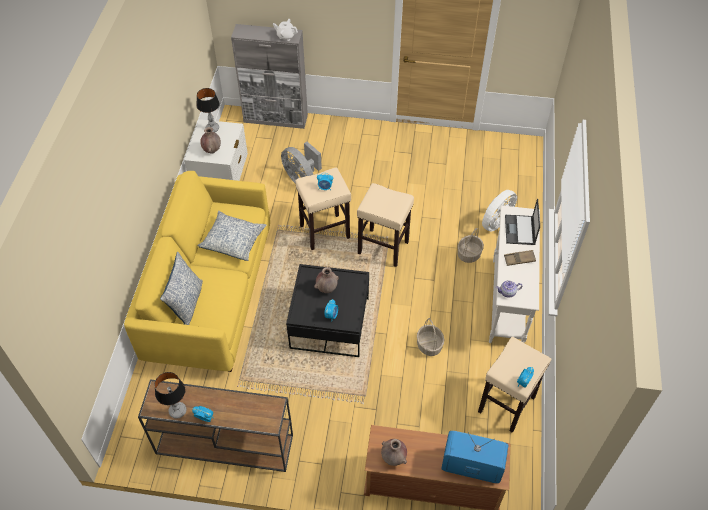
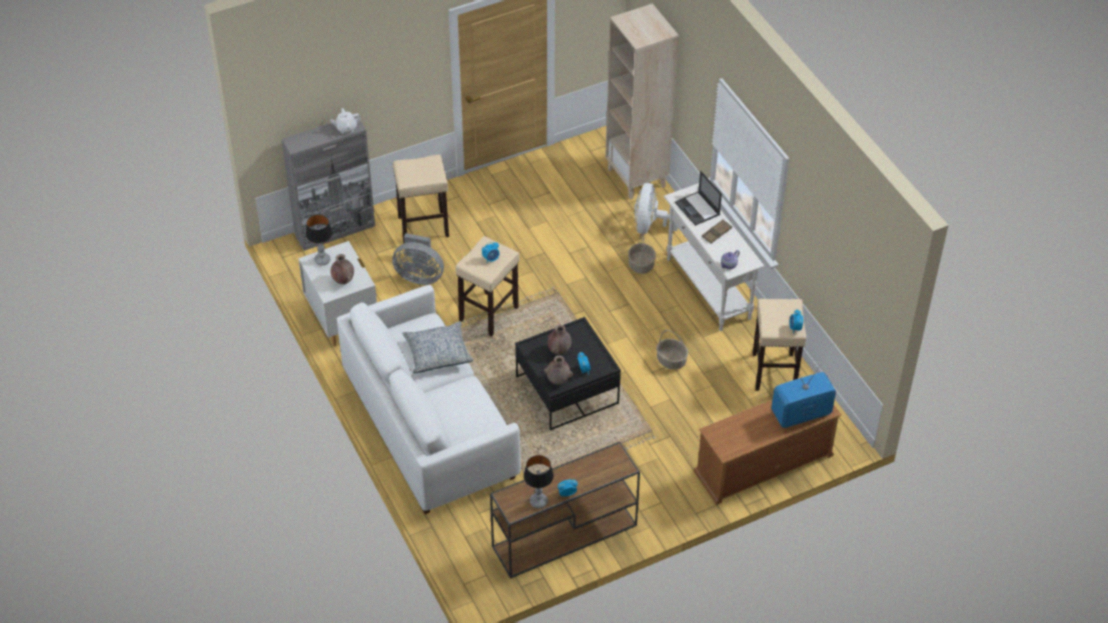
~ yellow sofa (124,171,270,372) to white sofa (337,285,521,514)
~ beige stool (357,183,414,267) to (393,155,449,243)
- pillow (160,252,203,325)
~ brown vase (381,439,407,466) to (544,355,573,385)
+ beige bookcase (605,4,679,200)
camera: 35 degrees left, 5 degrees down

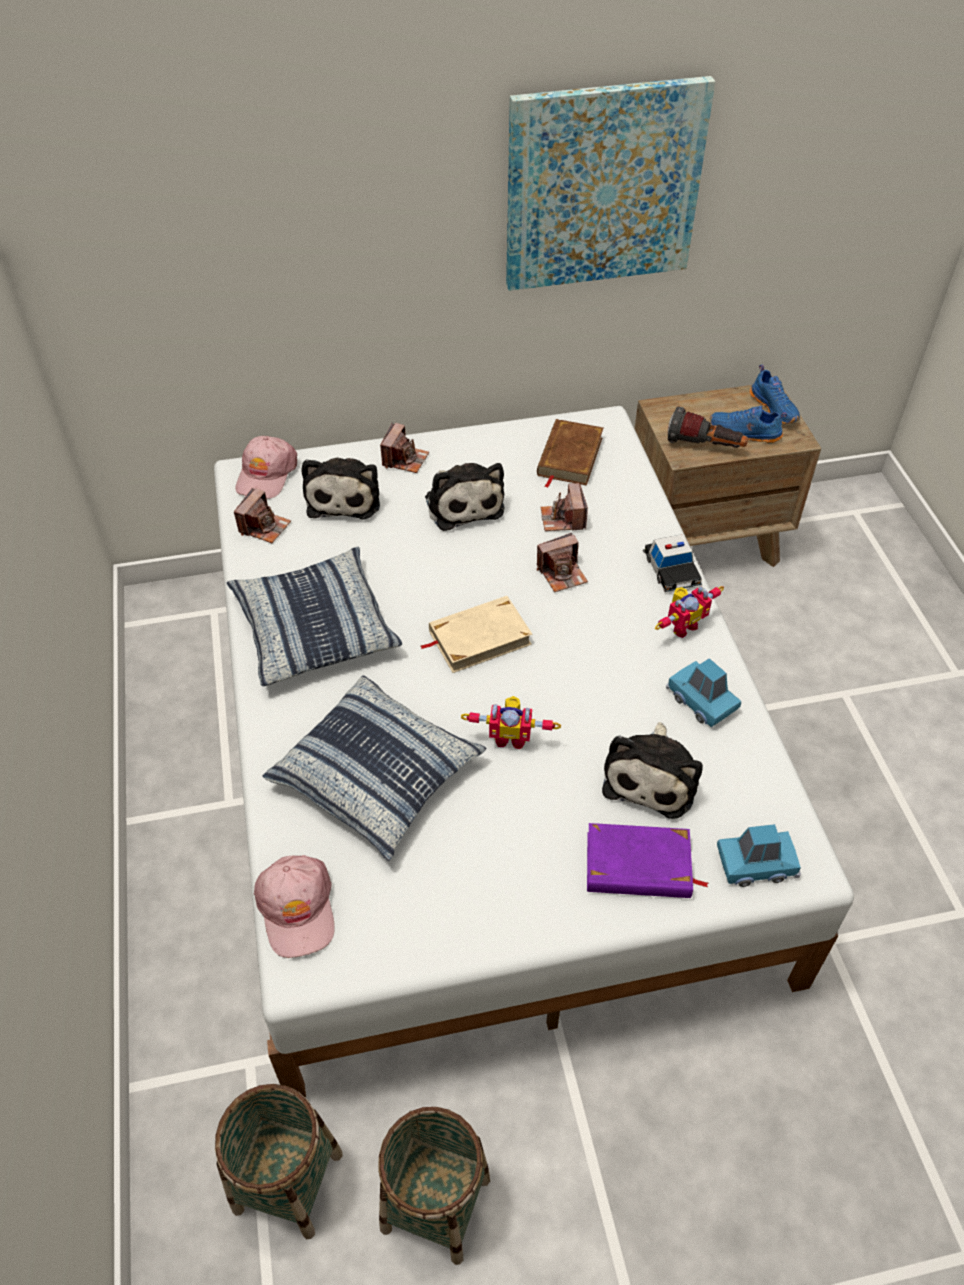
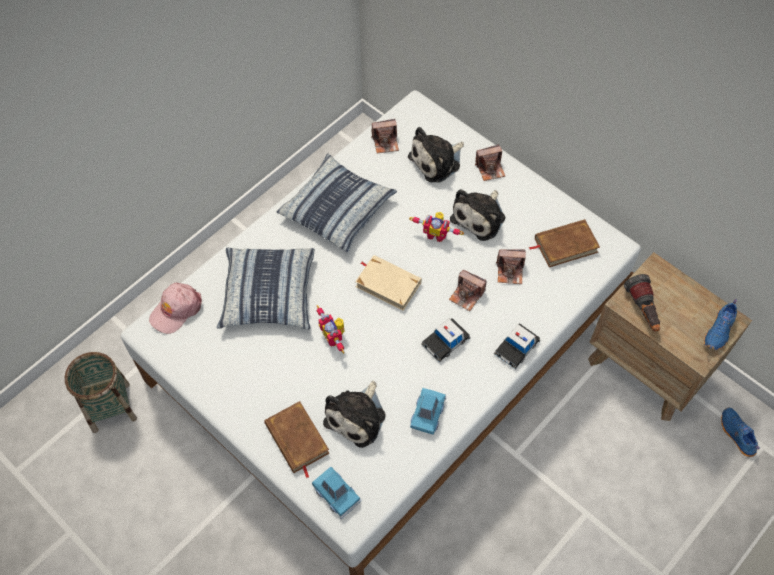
- picture (506,76,715,291)
~ blue shoe (710,406,787,443) to (721,407,760,457)
- pink cap (235,436,298,499)
~ photo camera (541,483,588,531) = (496,249,526,284) 135 degrees counterclockwise
~ toy robot (655,586,724,638) to (409,212,464,242)
~ plush toy (602,722,703,819) = (323,381,386,448) 45 degrees counterclockwise
~ purple book (587,823,708,898) to brown book (264,401,330,479)
- basket (378,1107,490,1265)
+ toy car (421,318,471,362)
camera: 55 degrees right, 10 degrees up

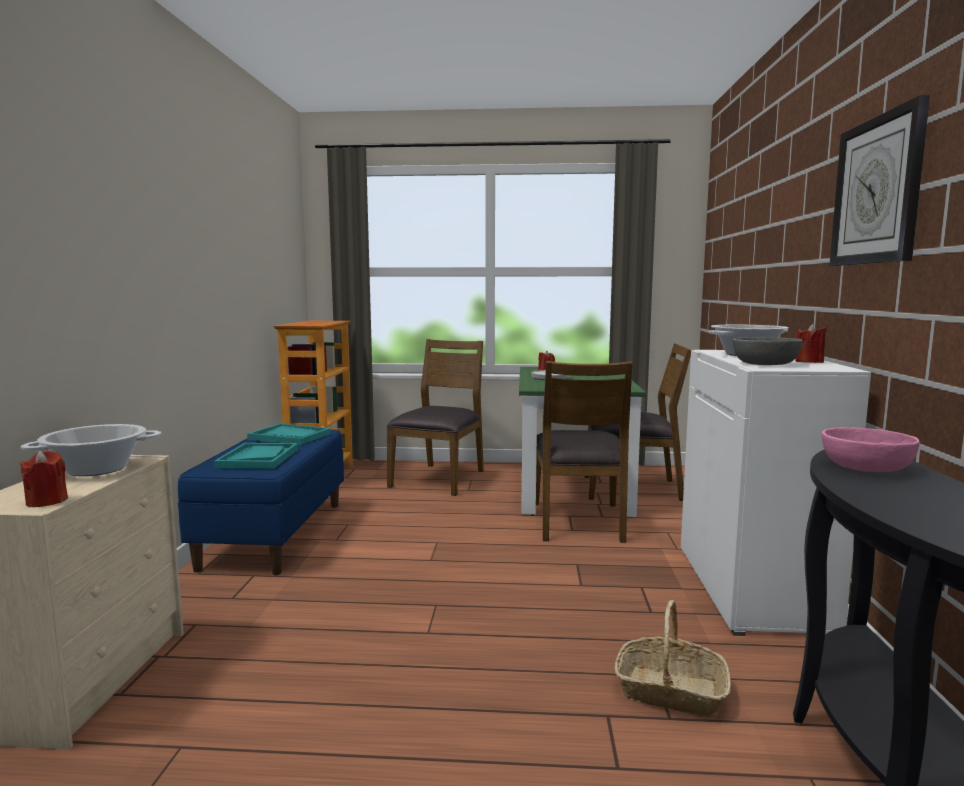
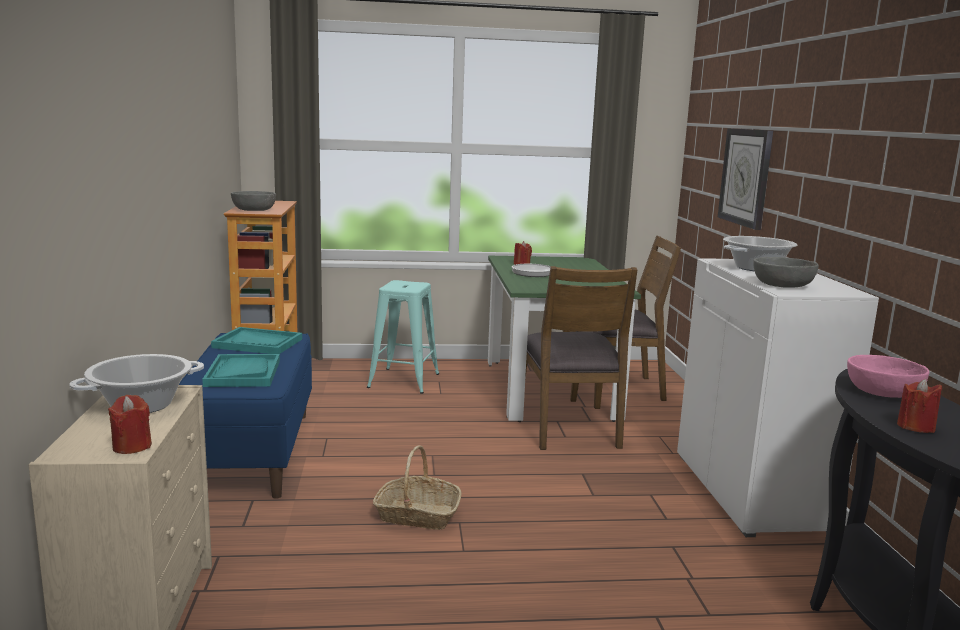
~ wall clock (829,95,930,266) to (718,128,773,230)
~ red candle (795,324,827,363) to (897,379,942,433)
~ brown chair (386,339,484,496) to turquoise stool (367,280,439,394)
~ basket (615,600,731,717) to (373,445,462,530)
+ grey bowl (231,191,276,211)
camera: 10 degrees left, 5 degrees up

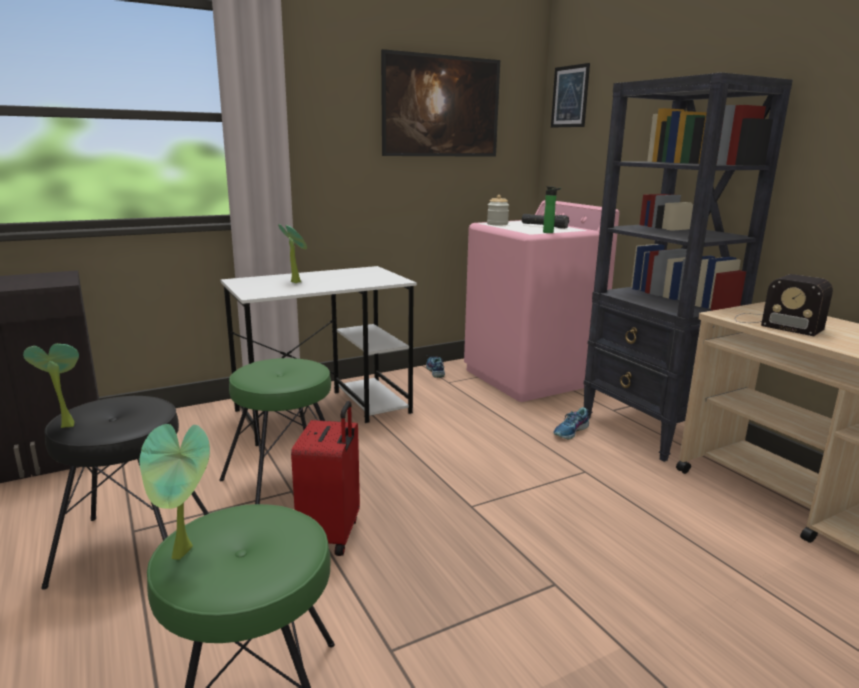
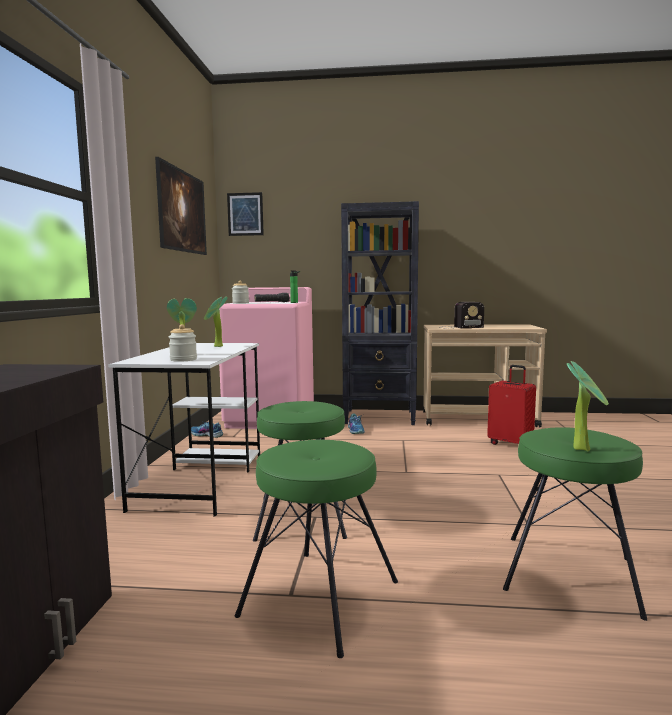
~ potted plant (23,344,79,428) to (204,296,228,347)
~ black stool (41,396,209,590) to green stool (235,440,398,658)
~ red suitcase (291,401,360,556) to (487,365,536,445)
+ jar (169,324,197,362)
camera: 55 degrees left, 10 degrees down

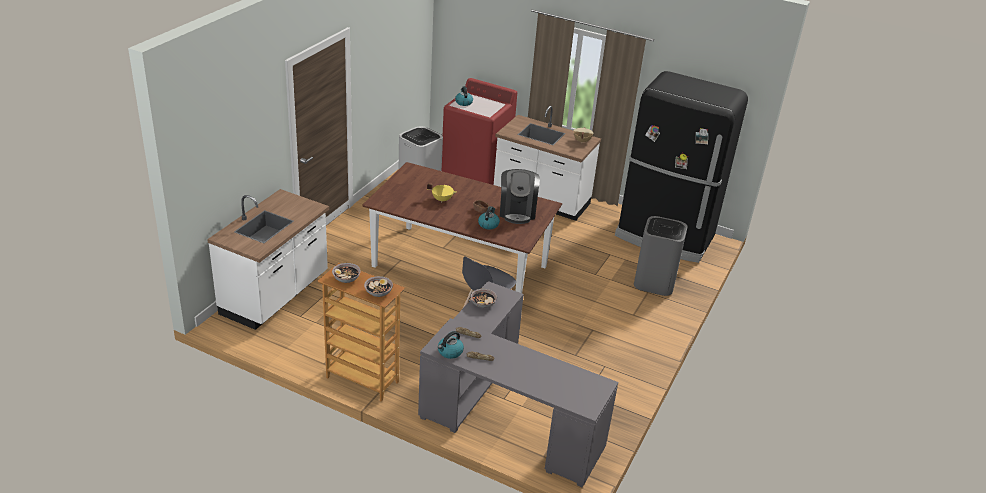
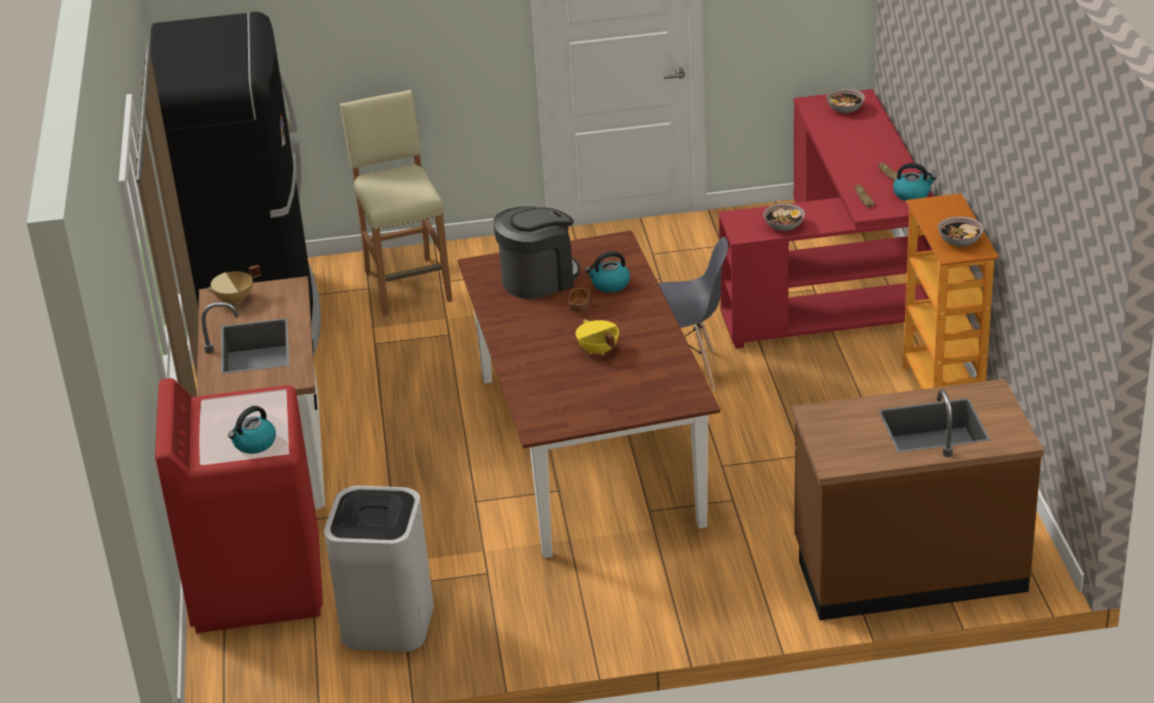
~ white counter (207,189,329,330) to brown counter (792,379,1044,620)
~ grey trash can (634,216,688,296) to beige stool (340,90,453,316)
~ bowl (364,276,393,297) to (826,89,865,113)
~ grey desk (418,281,618,487) to red desk (719,89,934,348)
camera: 120 degrees left, 0 degrees up

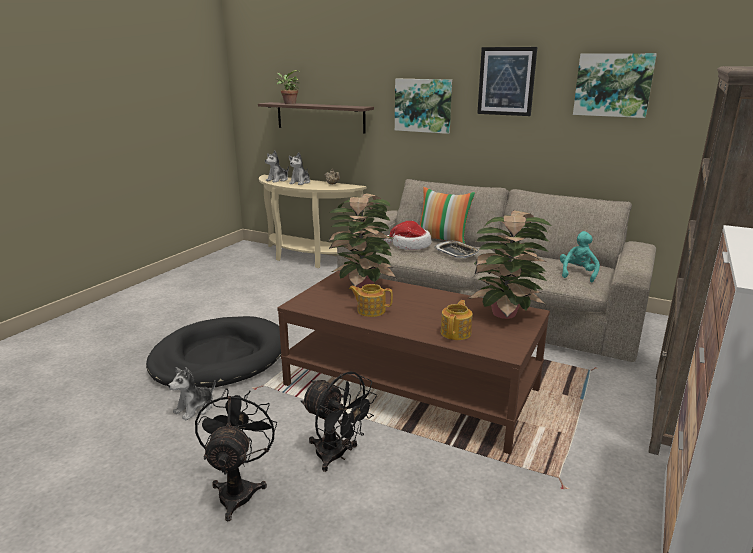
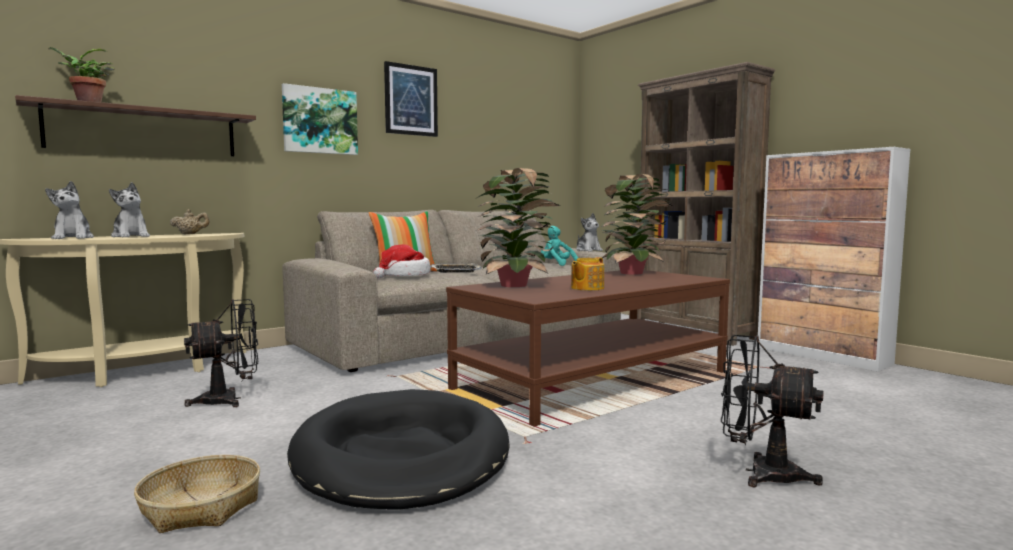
- picture (573,53,657,118)
- teapot (441,300,473,340)
~ plush toy (168,367,215,421) to (576,213,603,251)
~ black fan (301,371,377,472) to (184,299,258,407)
+ basket (134,455,260,533)
camera: 65 degrees left, 15 degrees down

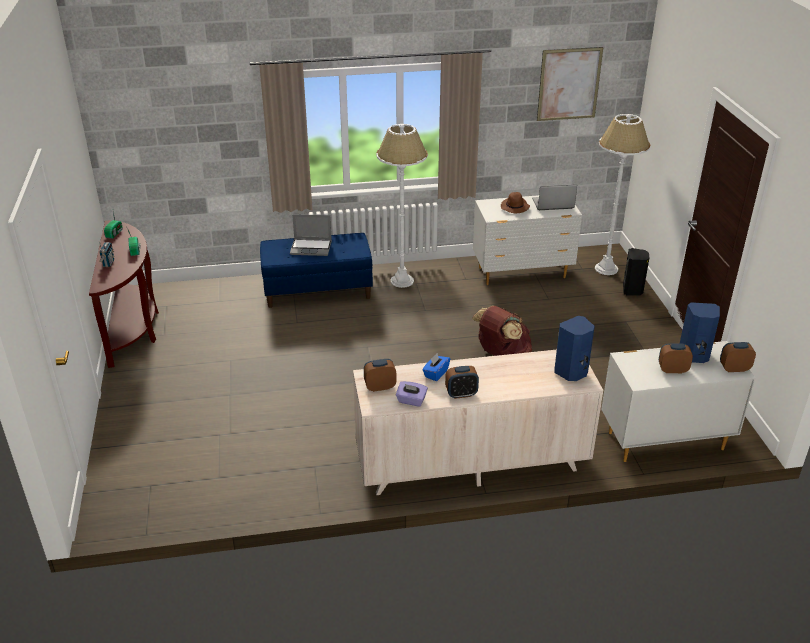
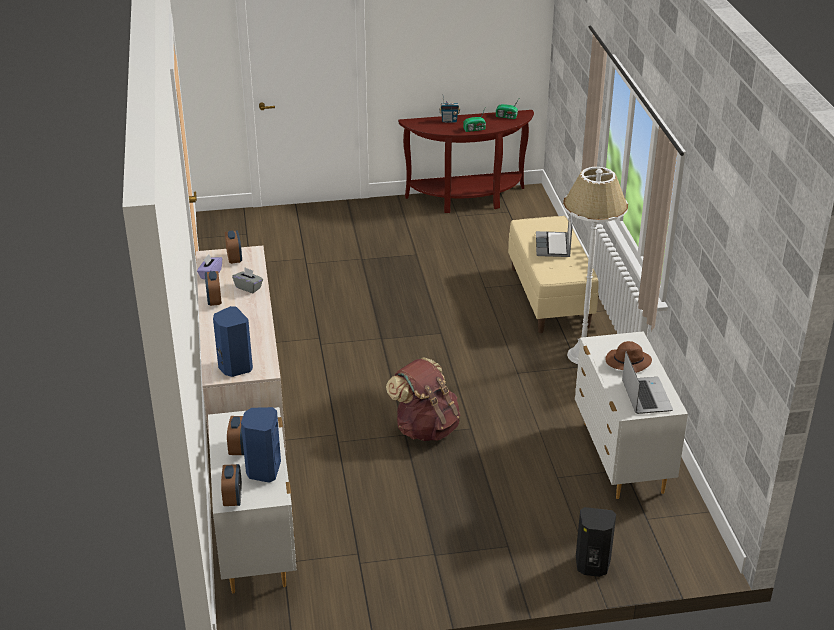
- picture (537,47,603,121)
- white floor lamp (595,114,650,275)
~ blue bench (260,233,373,308) to beige bench (508,216,599,333)
~ blue tissue box (422,353,450,381) to grey tissue box (232,268,263,293)
camera: 90 degrees right, 0 degrees up

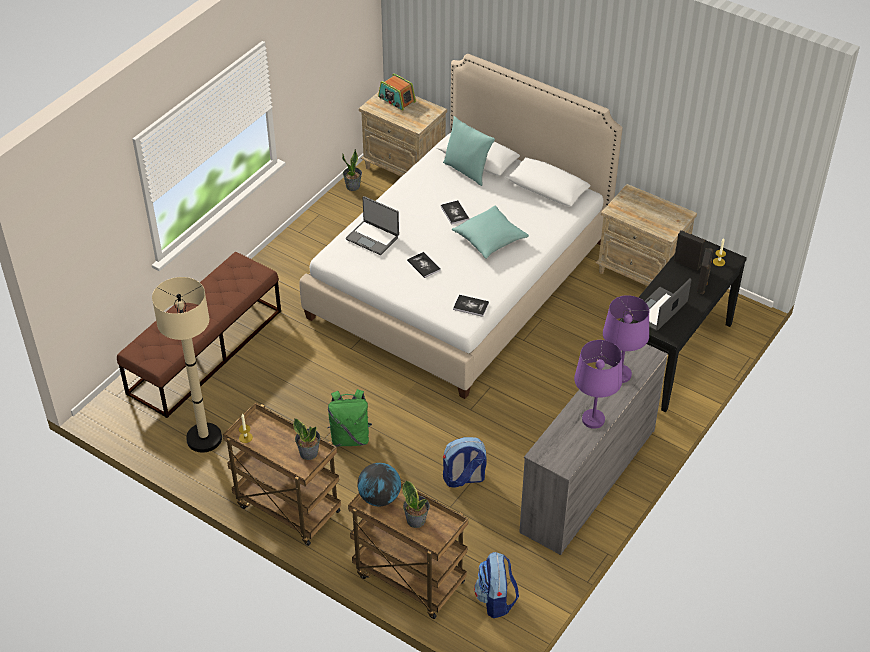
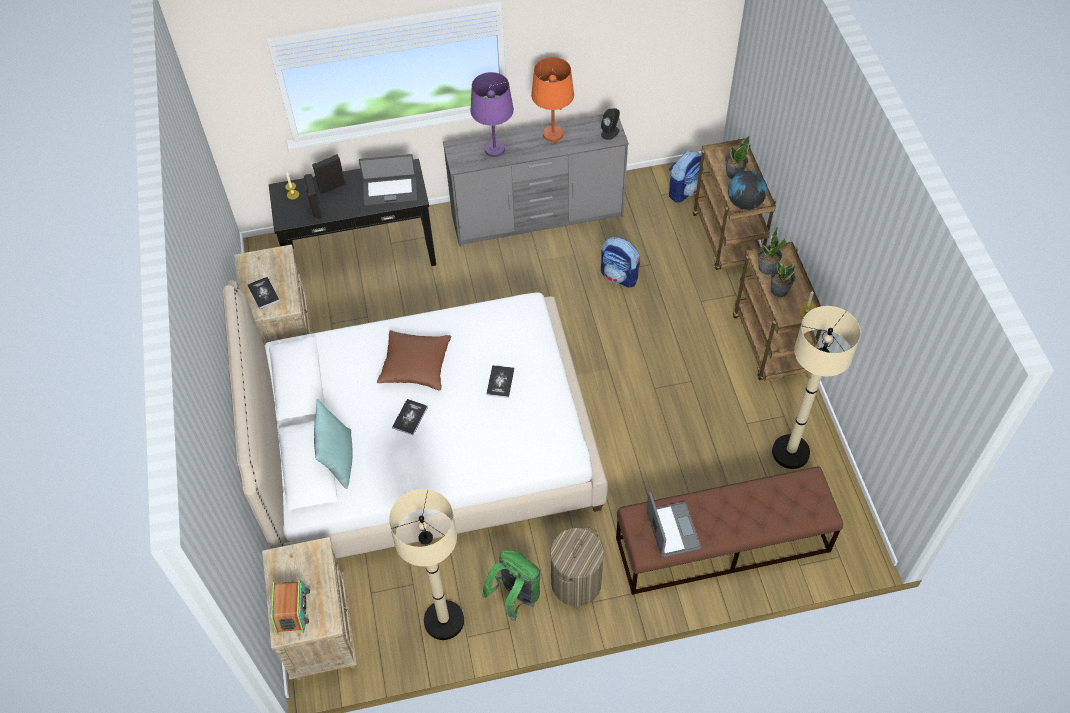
~ potted plant (342,149,362,191) to (771,259,796,297)
~ laptop (346,196,399,255) to (646,492,701,558)
~ turquoise pillow (452,206,529,259) to brown pillow (377,330,451,391)
~ book (453,295,489,317) to (247,277,280,309)
~ purple table lamp (574,340,622,429) to orange table lamp (531,57,574,142)
~ green backpack (327,389,372,447) to (482,550,540,621)
+ black speaker (601,108,620,140)
+ beige floor lamp (389,489,464,640)
+ laundry basket (550,527,604,606)
camera: 135 degrees left, 10 degrees up

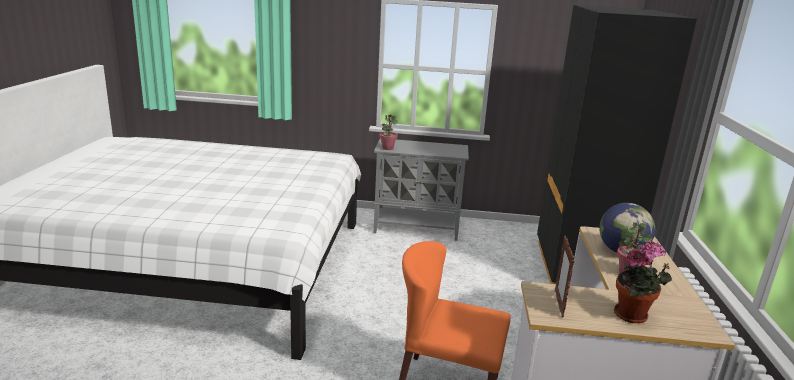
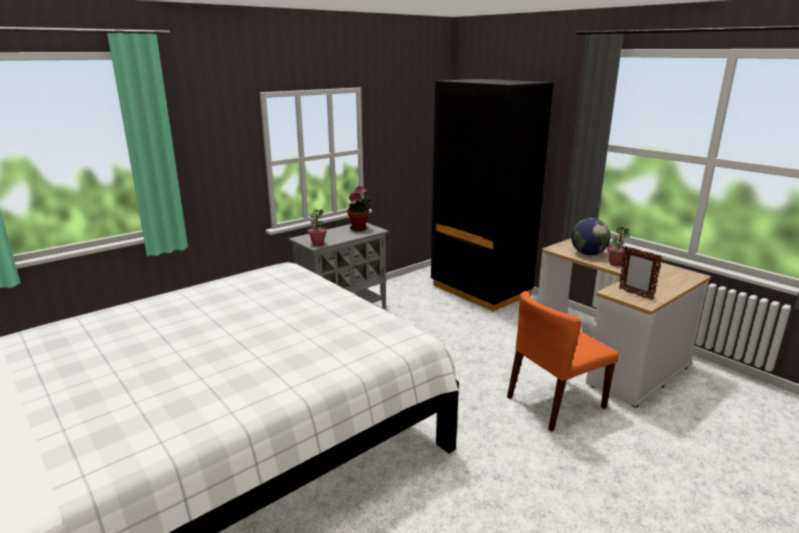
~ potted plant (614,241,672,323) to (347,186,372,231)
camera: 45 degrees left, 0 degrees up

